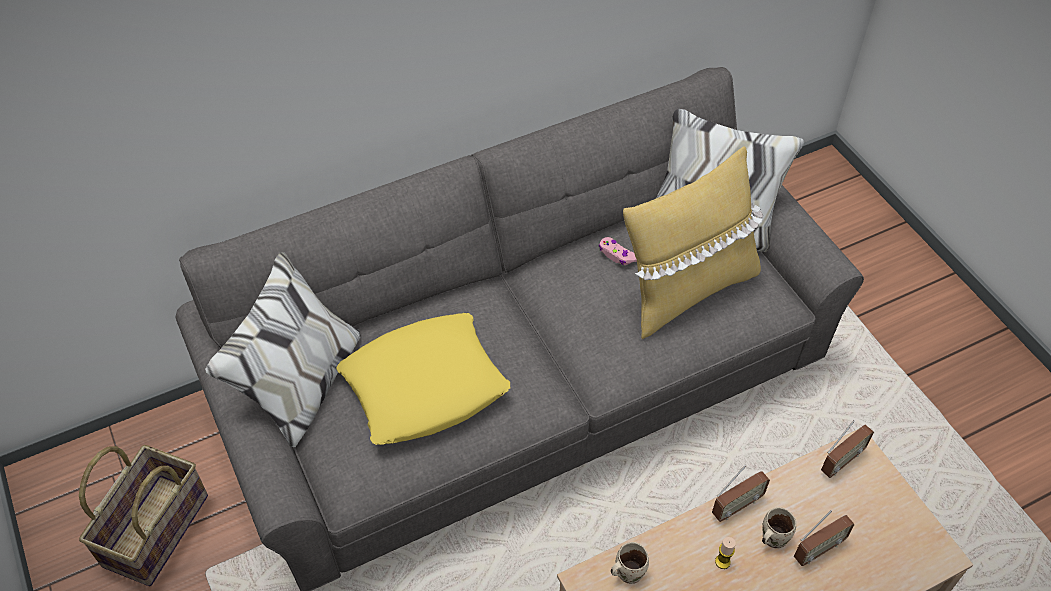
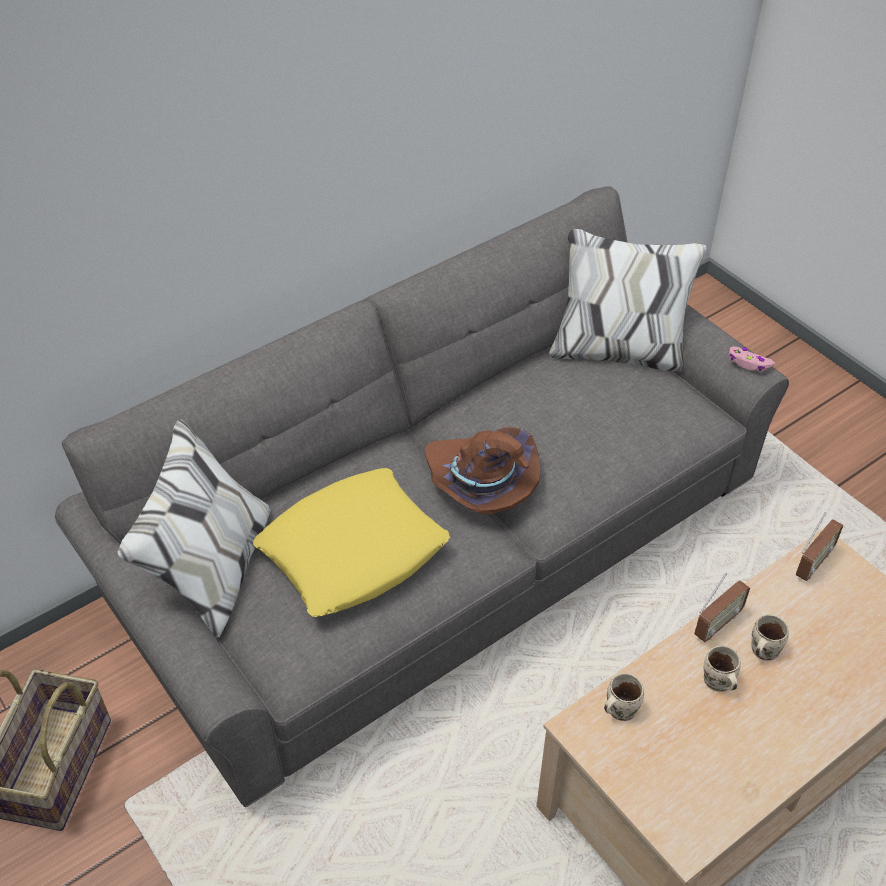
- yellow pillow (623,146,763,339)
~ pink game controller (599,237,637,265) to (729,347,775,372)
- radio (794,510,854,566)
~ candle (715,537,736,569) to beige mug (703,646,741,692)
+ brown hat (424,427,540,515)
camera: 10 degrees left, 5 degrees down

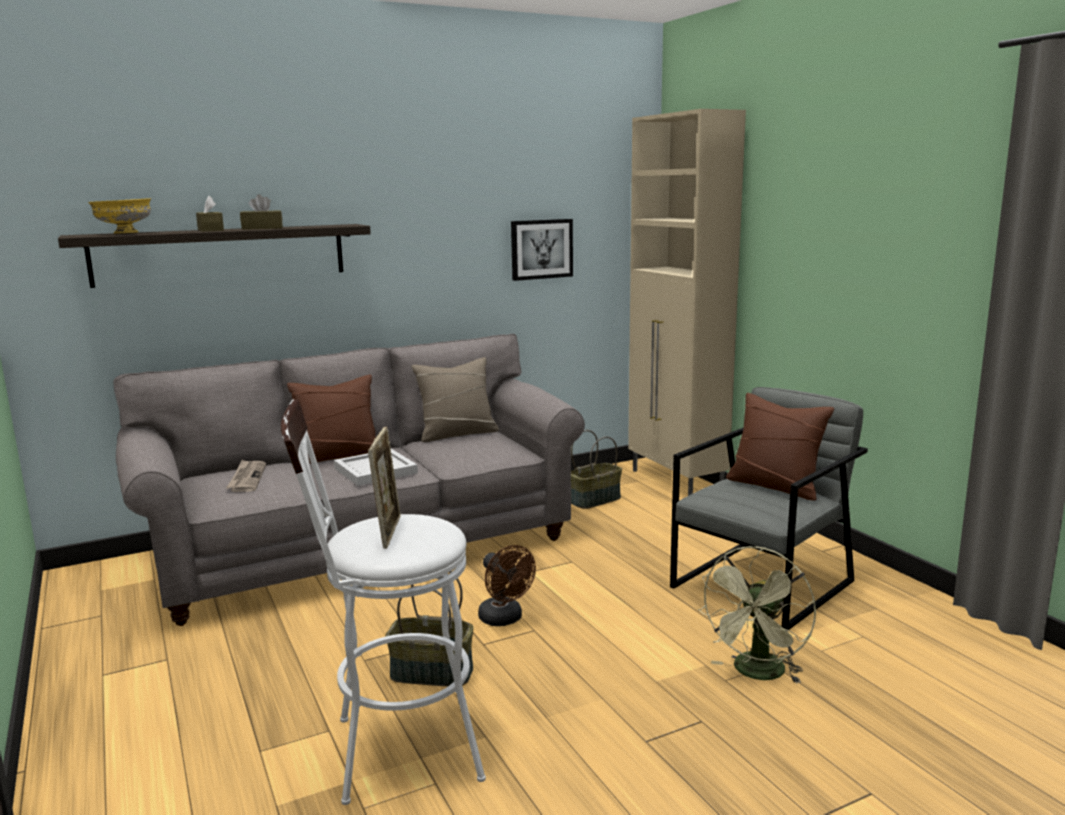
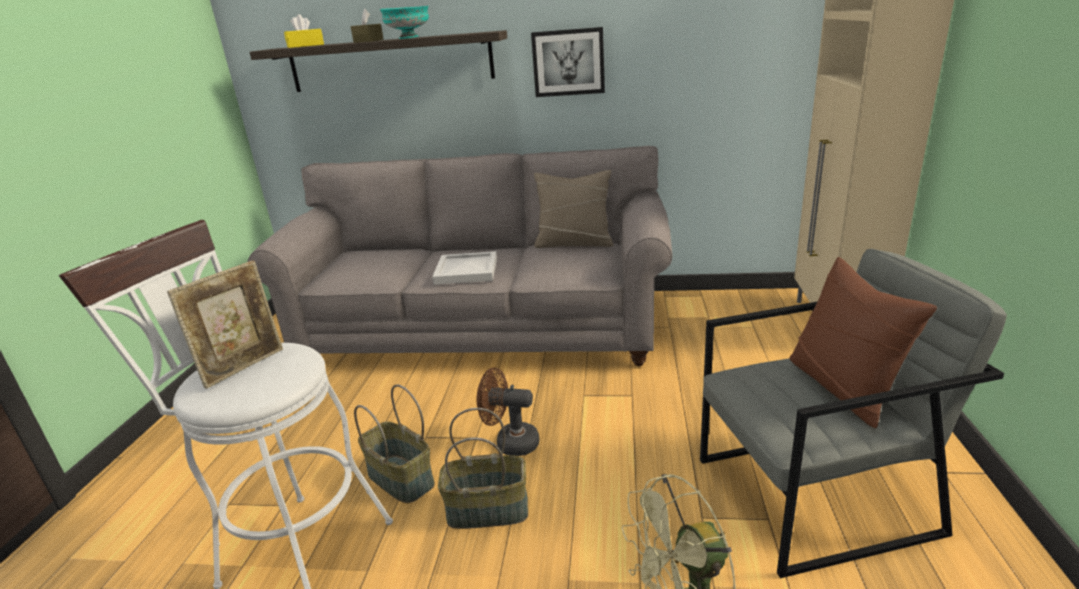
~ brown tissue box (240,194,283,230) to turquoise bowl (379,6,429,39)
~ yellow bowl (88,198,151,234) to yellow tissue box (284,14,324,48)
~ picture (511,219,573,281) to (531,27,605,97)
- brown pillow (287,375,376,464)
~ basket (571,430,622,509) to (438,408,528,529)
- newspaper (226,460,266,492)
~ brown fan (478,545,536,626) = (477,367,540,456) 105 degrees clockwise
camera: 35 degrees right, 10 degrees up

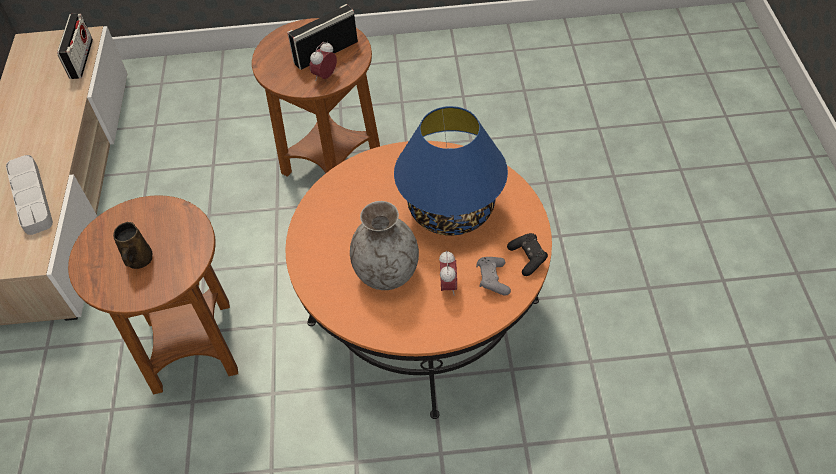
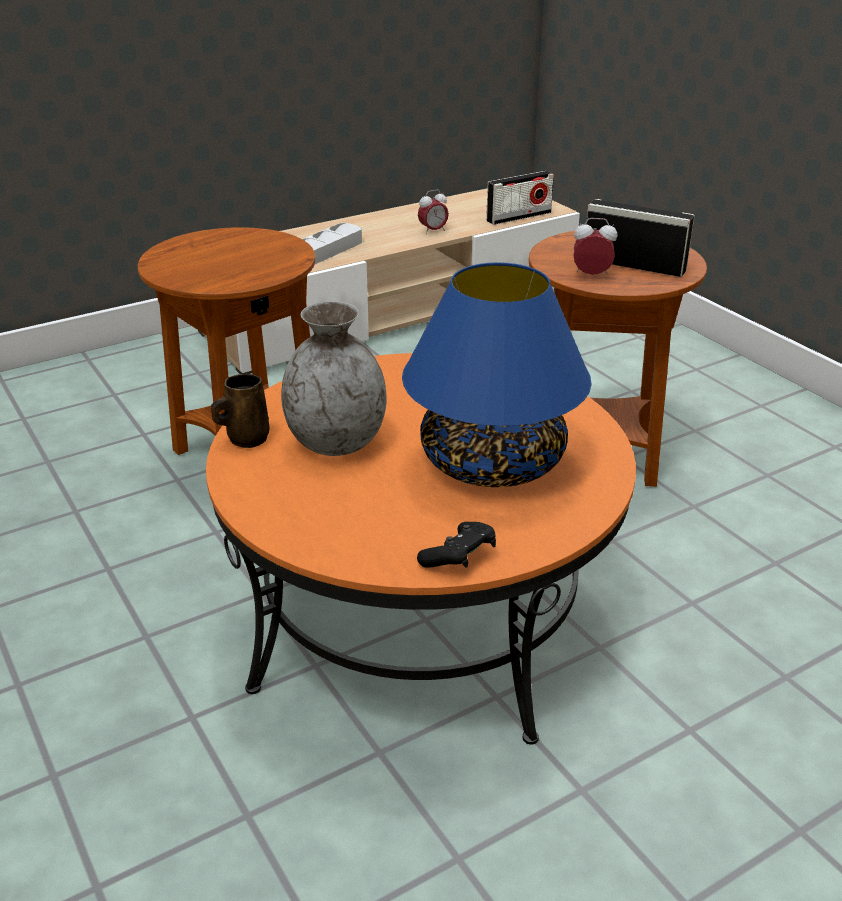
~ brown mug (113,222,152,269) to (211,374,269,448)
~ alarm clock (439,251,457,296) to (418,190,449,234)
- grey game controller (476,257,511,296)
camera: 60 degrees right, 20 degrees down

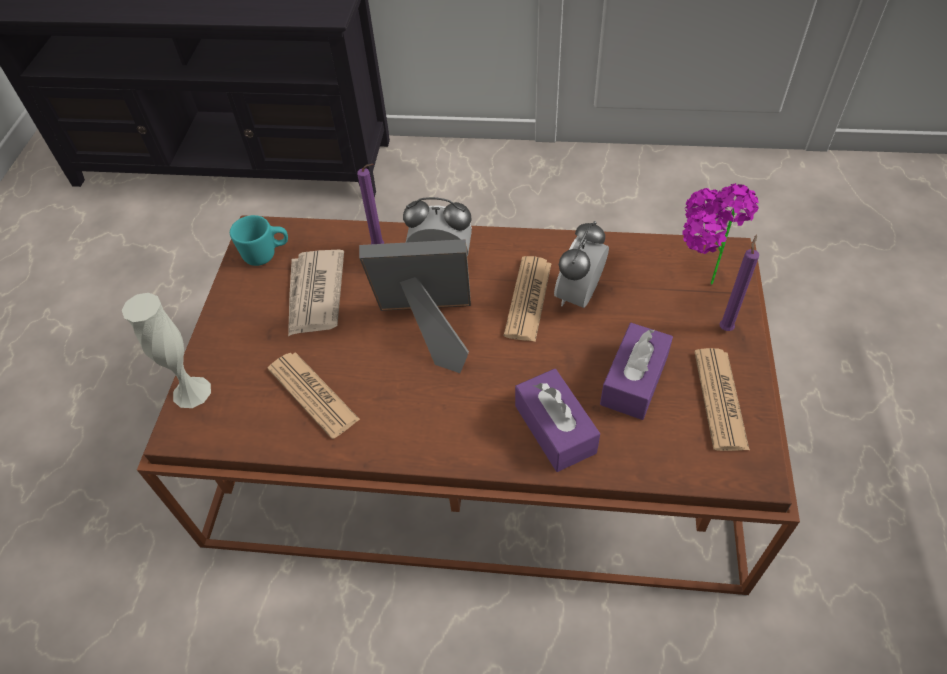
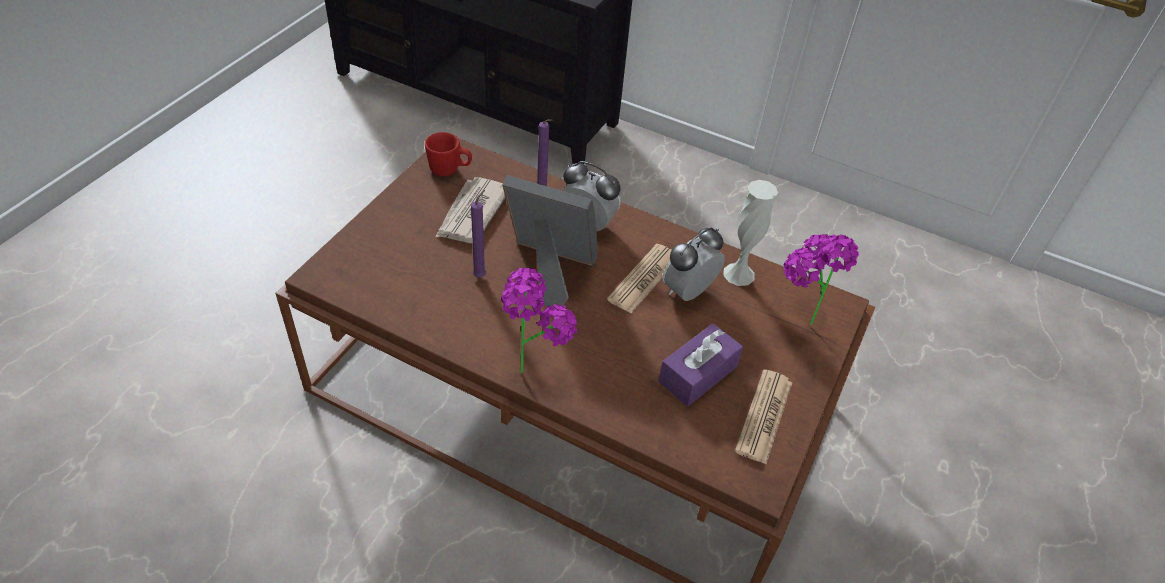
~ turquoise mug (230,215,288,266) to red mug (425,132,472,176)
~ purple candle (719,234,759,331) to (471,190,486,277)
~ white vase (122,293,211,408) to (723,180,778,286)
- newspaper (268,352,360,439)
- purple tissue box (515,369,600,472)
+ potted plant (501,268,577,373)
camera: 15 degrees right, 5 degrees down

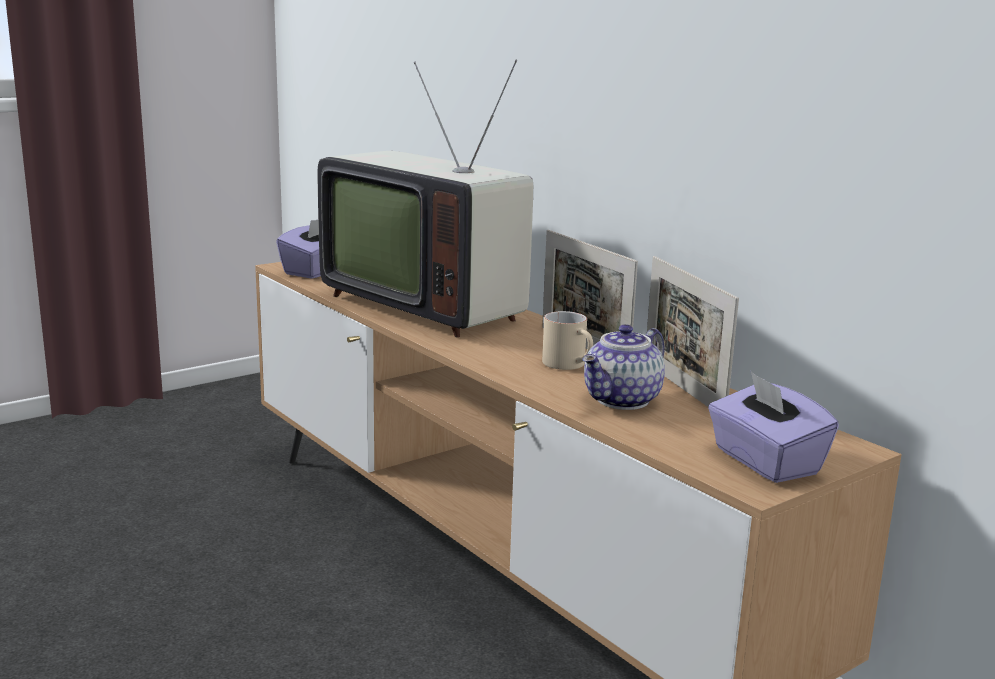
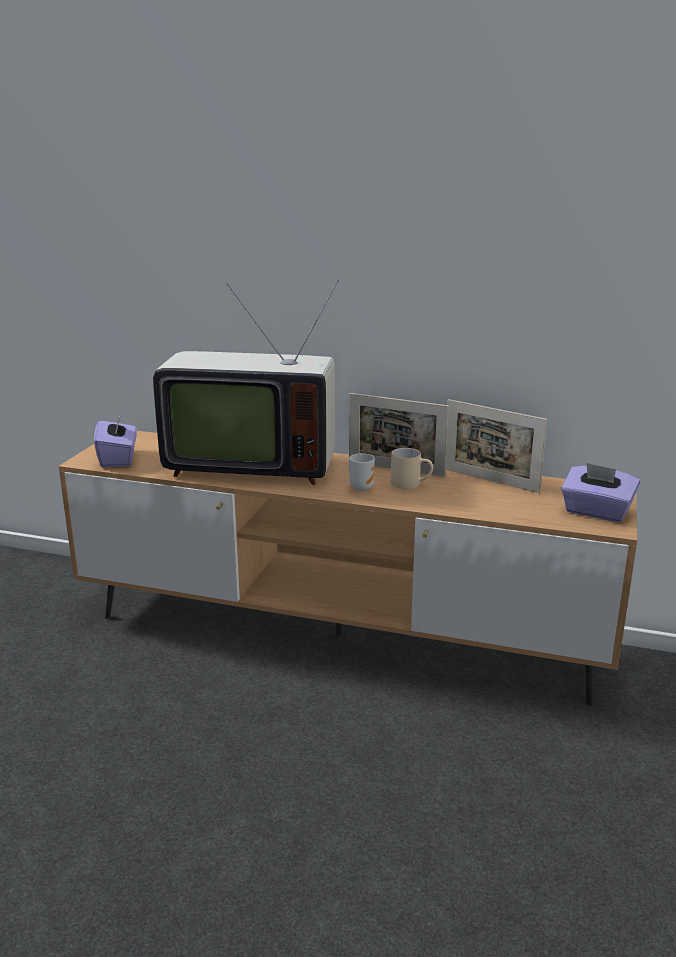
- teapot (582,324,665,410)
+ mug (348,453,375,491)
camera: 35 degrees left, 5 degrees up

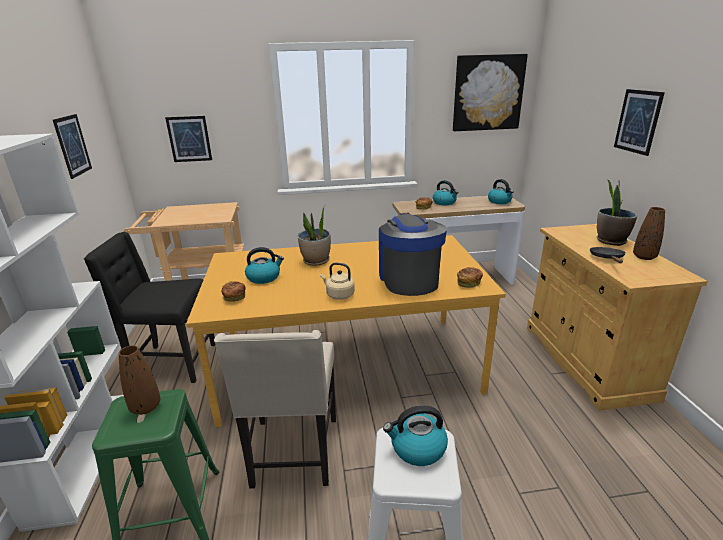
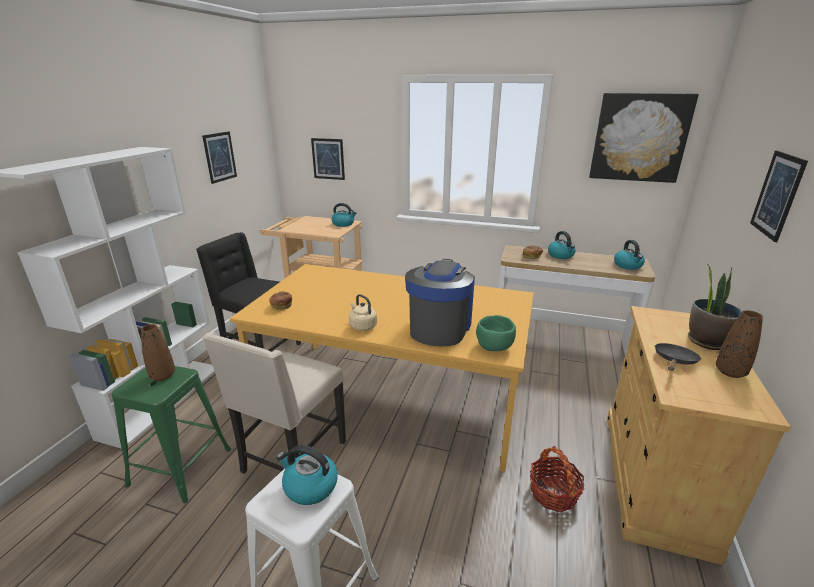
- potted plant (297,206,331,266)
~ kettle (245,247,284,284) to (332,203,357,227)
~ bread (457,267,483,288) to green bowl (476,315,516,351)
+ basket (530,446,584,512)
camera: 25 degrees right, 0 degrees up

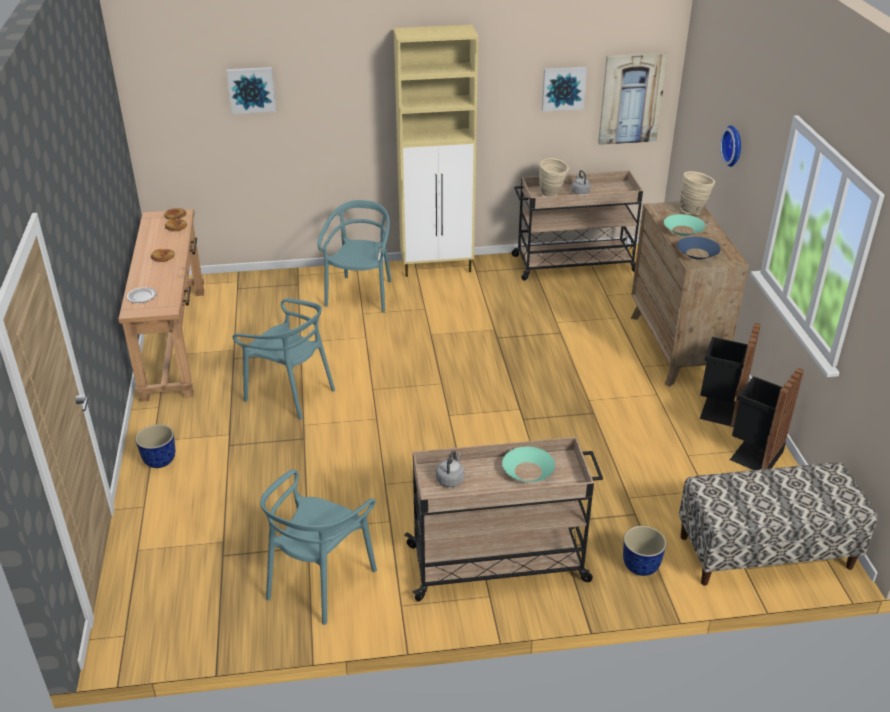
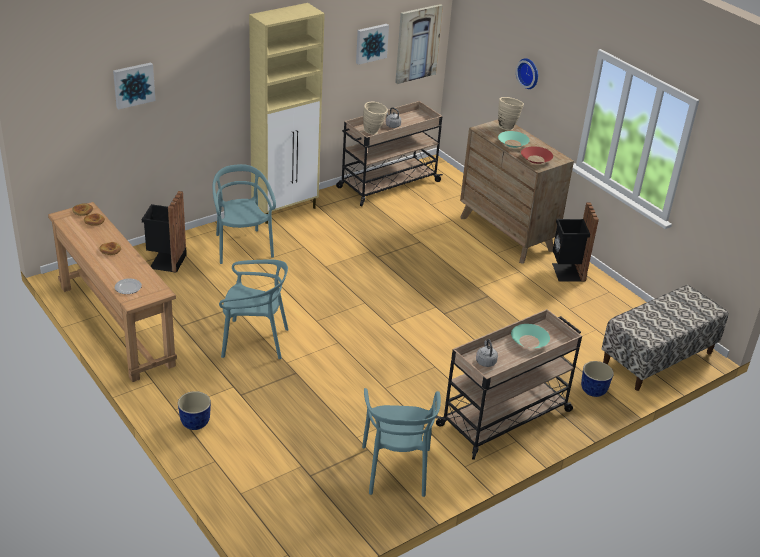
~ blue bowl (677,237,721,259) to red bowl (521,146,553,164)
~ black trash can (730,368,804,470) to (142,191,187,273)
camera: 30 degrees left, 0 degrees up

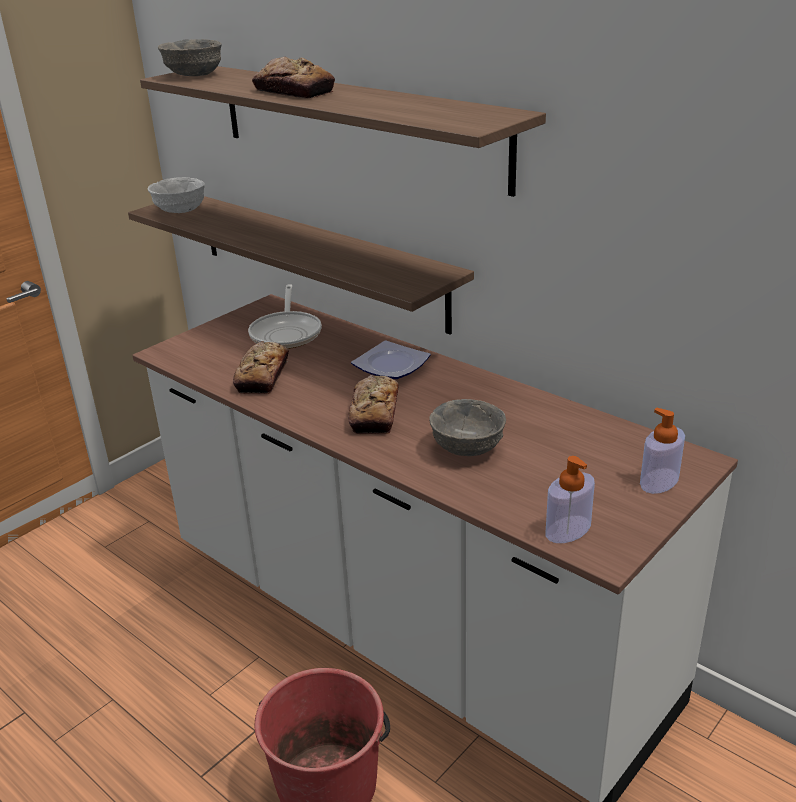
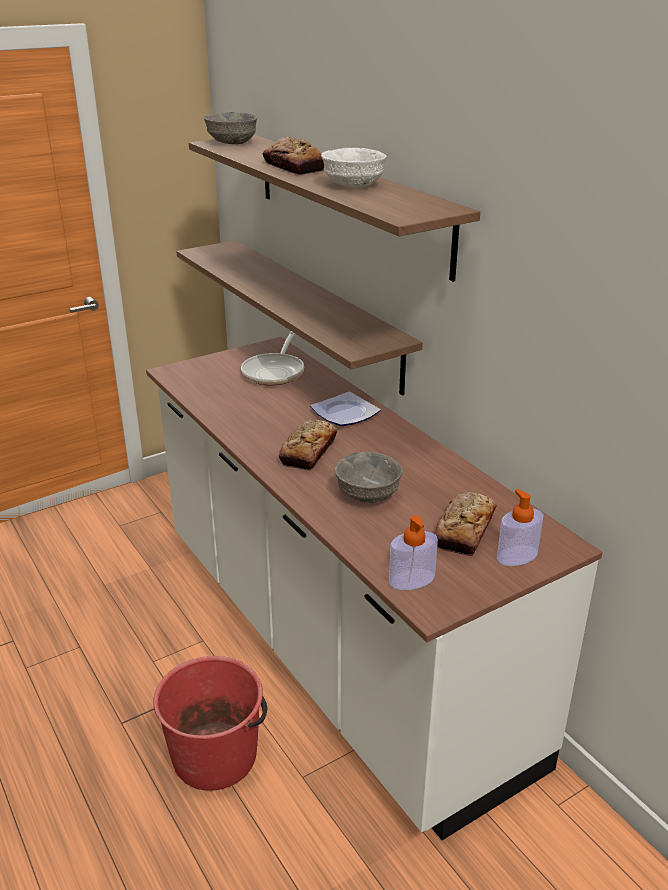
~ white bowl (148,177,205,213) to (321,148,386,188)
~ bread (233,341,289,394) to (435,492,497,557)
camera: 15 degrees right, 0 degrees up

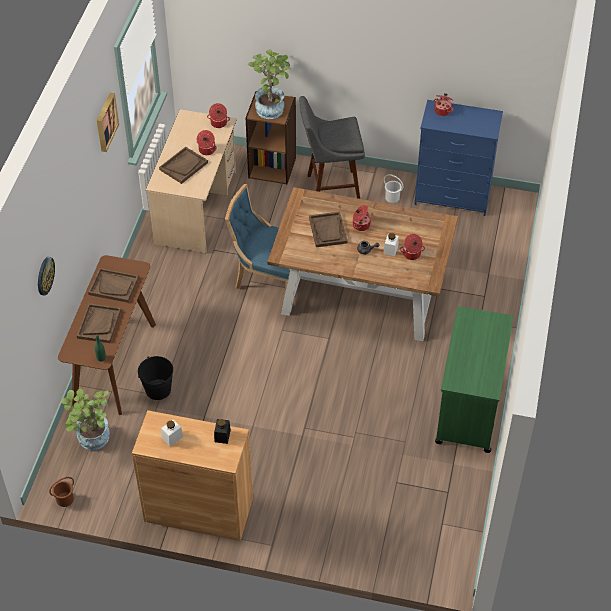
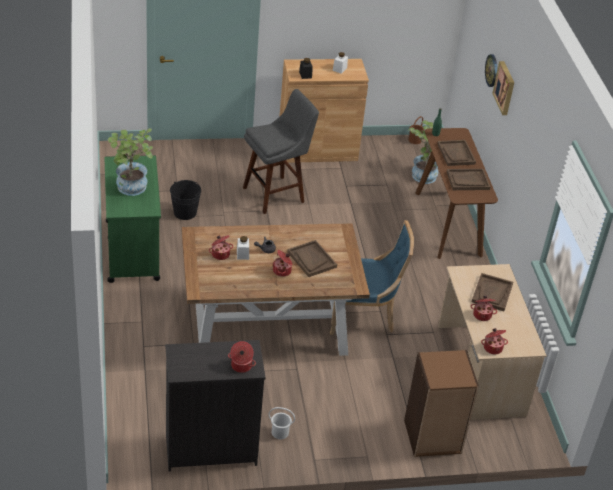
~ potted plant (248,49,291,119) to (108,128,153,196)
~ picture (97,93,119,152) to (492,61,514,115)
~ grey stool (299,96,365,199) to (243,89,319,214)
~ blue dresser (414,100,503,216) to black dresser (165,340,266,471)
~ black bucket (138,356,173,400) to (170,180,201,220)
camera: 155 degrees right, 10 degrees down

